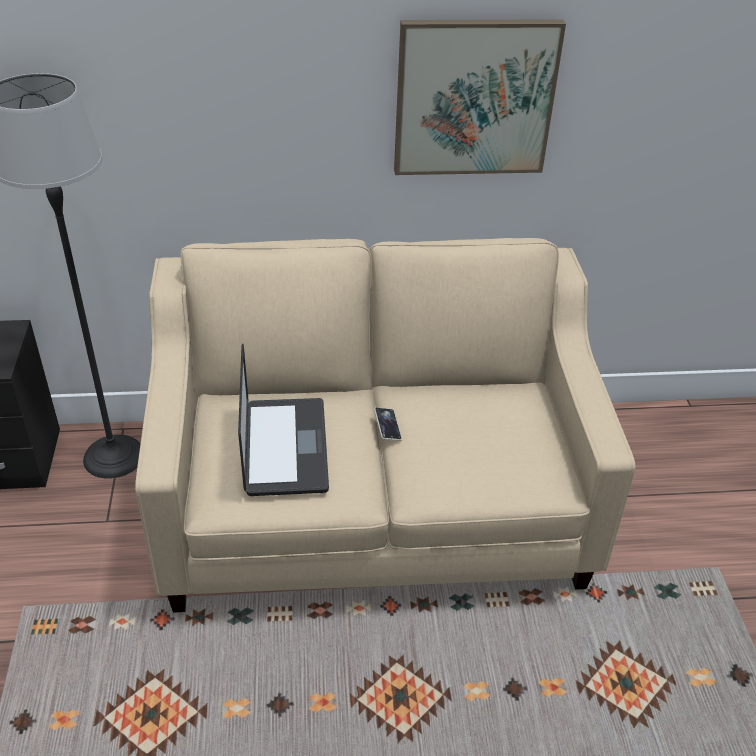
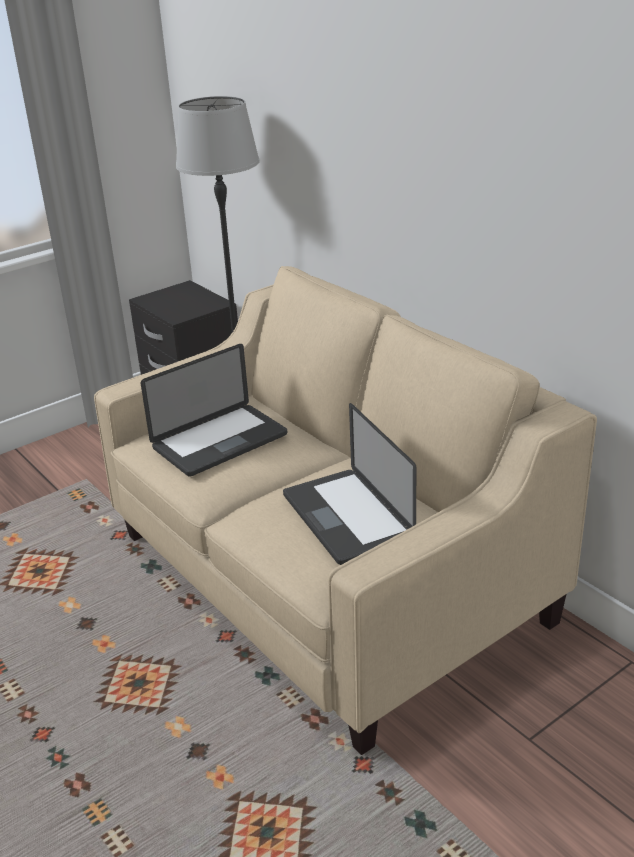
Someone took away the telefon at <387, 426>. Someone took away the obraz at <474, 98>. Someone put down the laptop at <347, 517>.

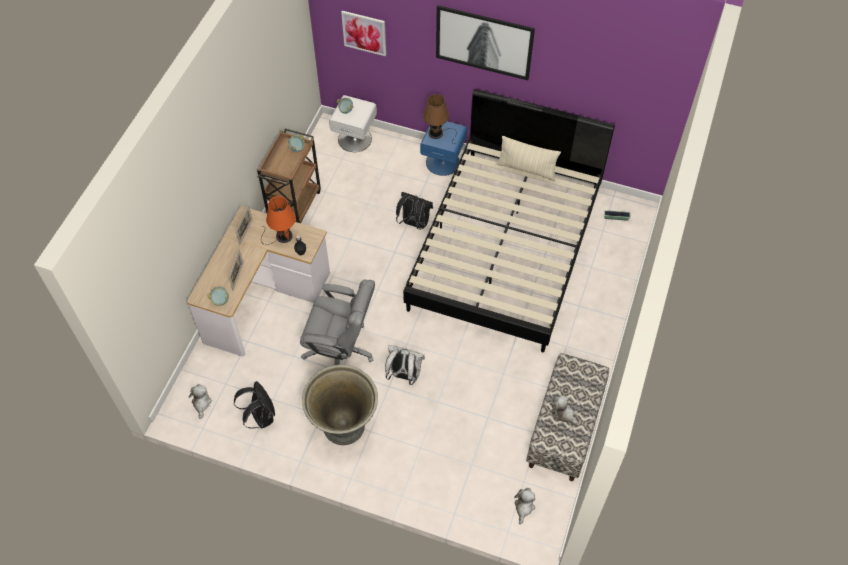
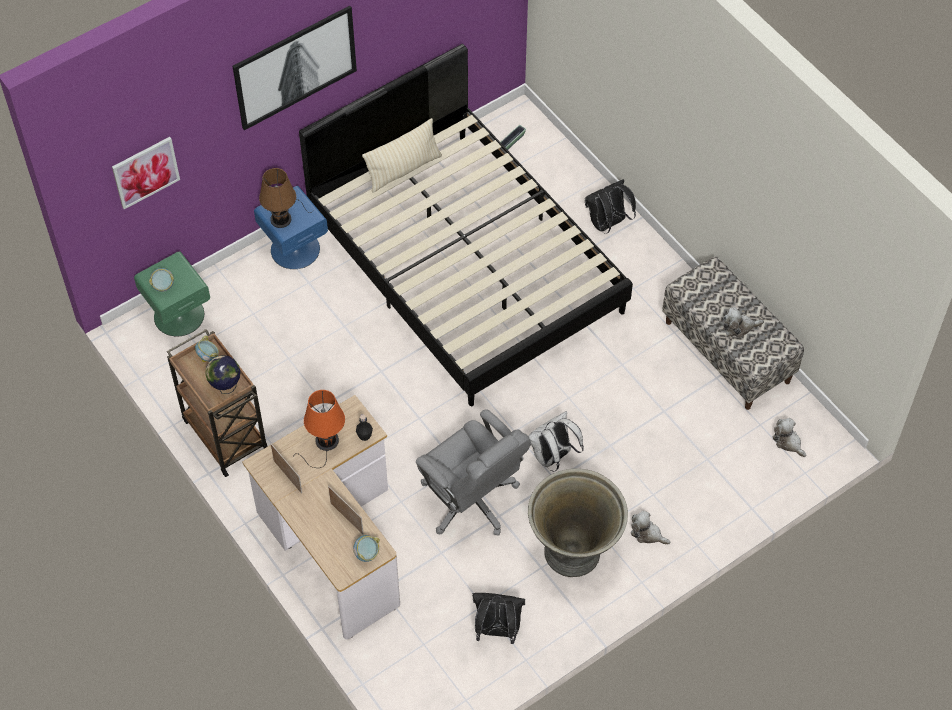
Someone put down the globus at <226, 387>. Someone carried the pluszak from <201, 403> to <647, 534>. Someone carried the plecak/czarny from <414, 223> to <607, 224>. Someone repainted the szafka nocna/biały at <355, 139>, which became the szafka nocna/zielony at <178, 315>. Someone rotated the krzesło biurowe/szary at <341, 350> by 90 degrees clockwise.

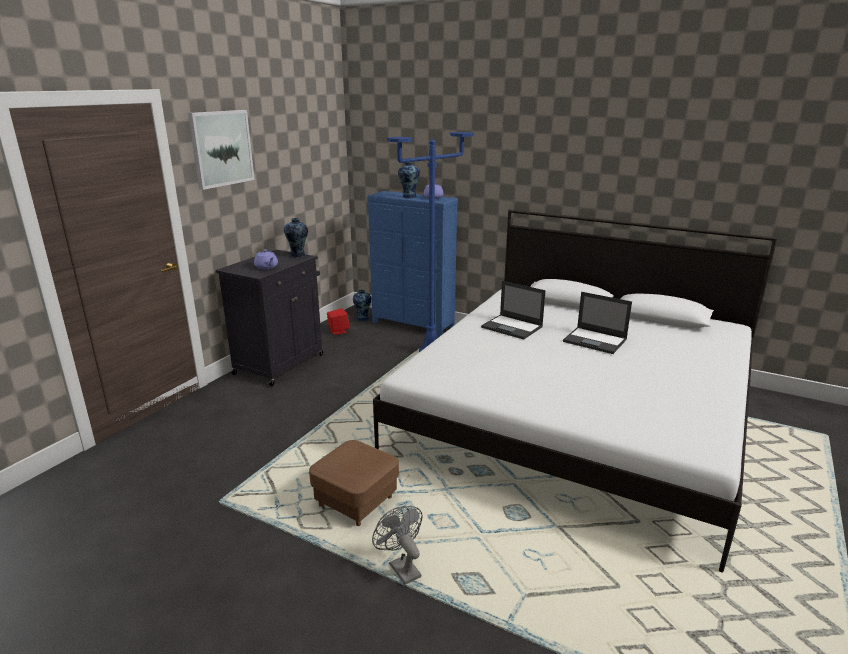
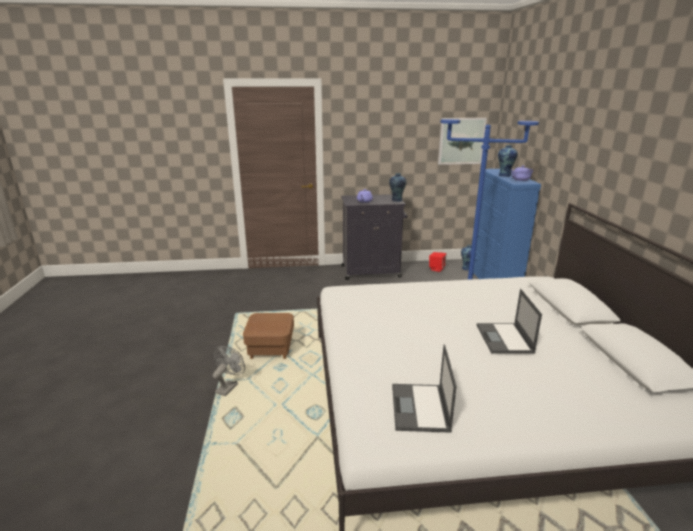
Someone carried the obraz from <221, 148> to <461, 141>. Someone carried the laptop from <512, 327> to <420, 408>.

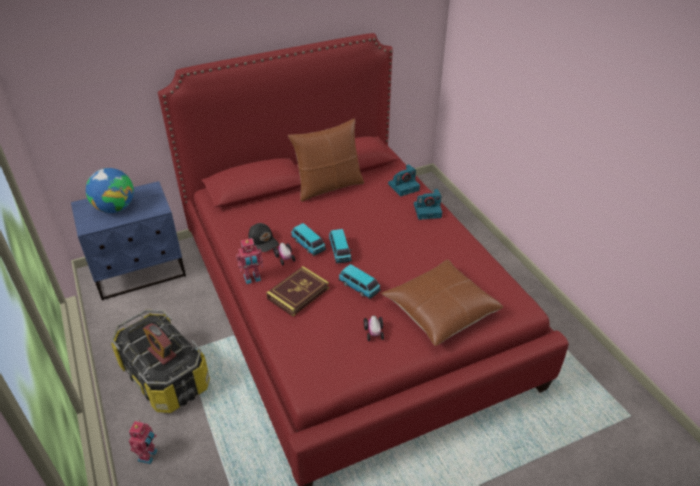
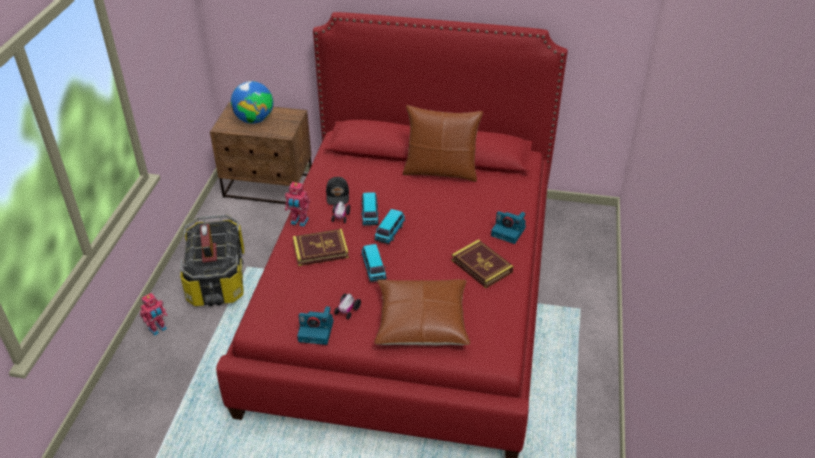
Someone put down the książka at <481, 266>. Someone carried the aparat fotograficzny from <404, 186> to <317, 331>. Someone repainted the szafka nocna/niebieski at <140, 272>, which became the szafka nocna/brązowy at <268, 187>.

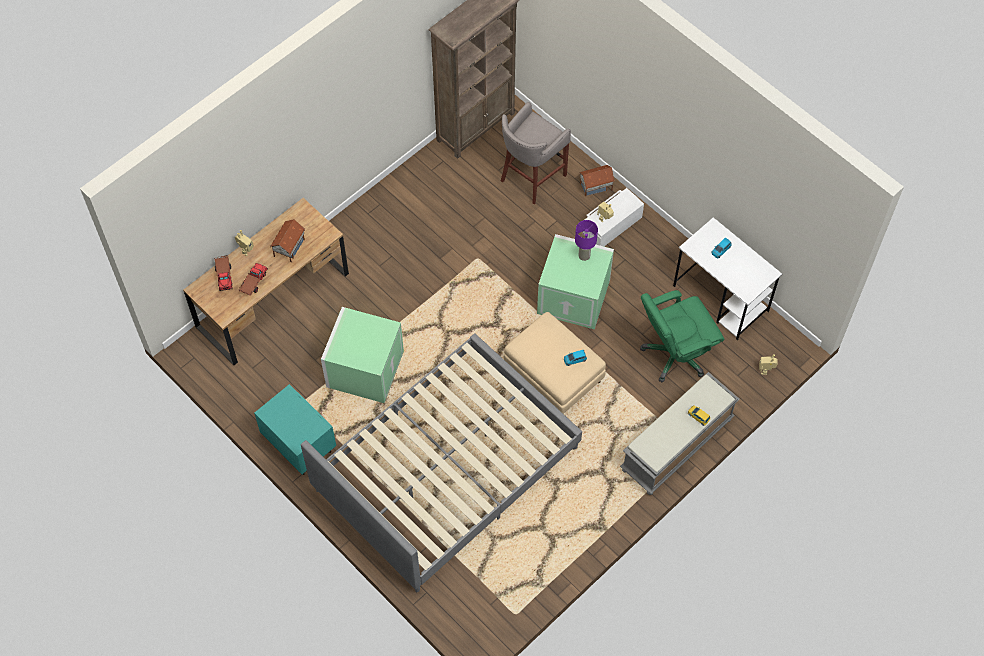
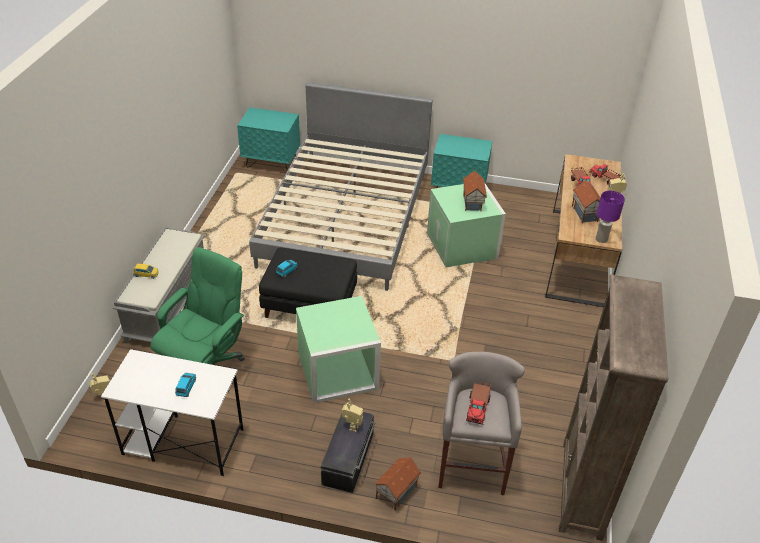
Someone put down the szafka nocna/turkusowy at <271, 162>. Someone put down the domek at <473, 202>. Someone put down the ciężarówka zabawkowa at <478, 406>. Someone carried the lampa stołowa/fioletowy from <584, 255> to <601, 239>. Someone repainted the pufa/beżowy at <552, 375>, which became the pufa/czarny at <311, 304>. Someone repainted the pojemnik do przechowywania/biały at <611, 225>, which became the pojemnik do przechowywania/czarny at <349, 458>.

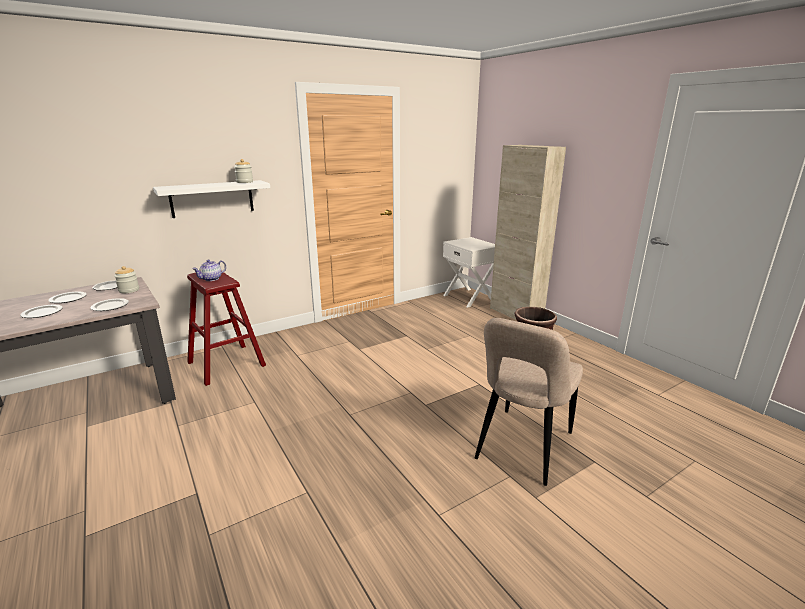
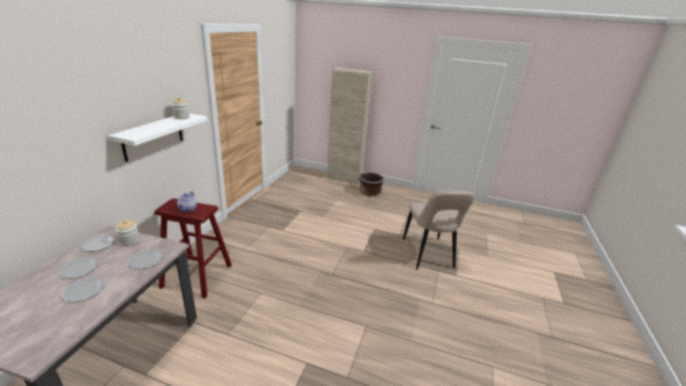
Someone took away the szafka nocna/biały at <469, 297>.

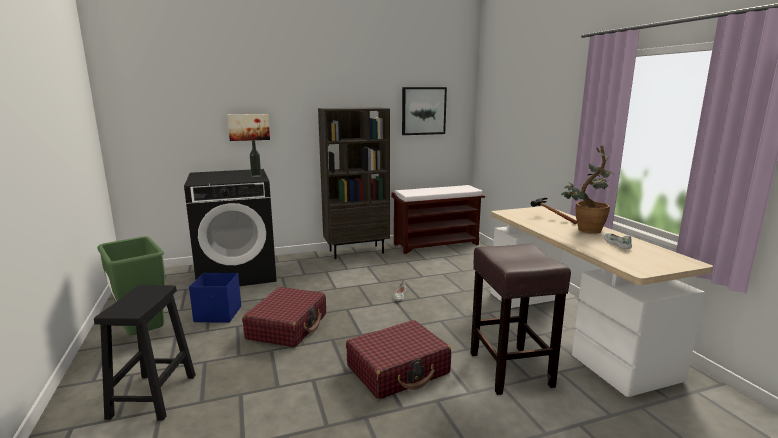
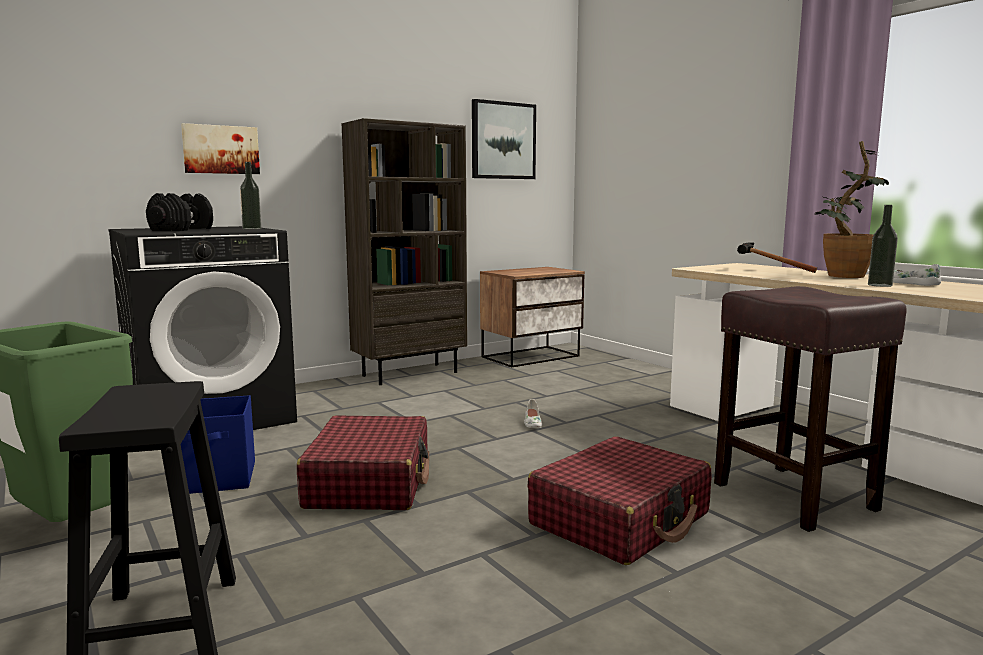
Someone put down the hantel/czarny at <182, 229>. Someone put down the butelka at <880, 285>. Someone swapped the ławka/brązowy at <436, 244> for the szafka nocna at <532, 356>.

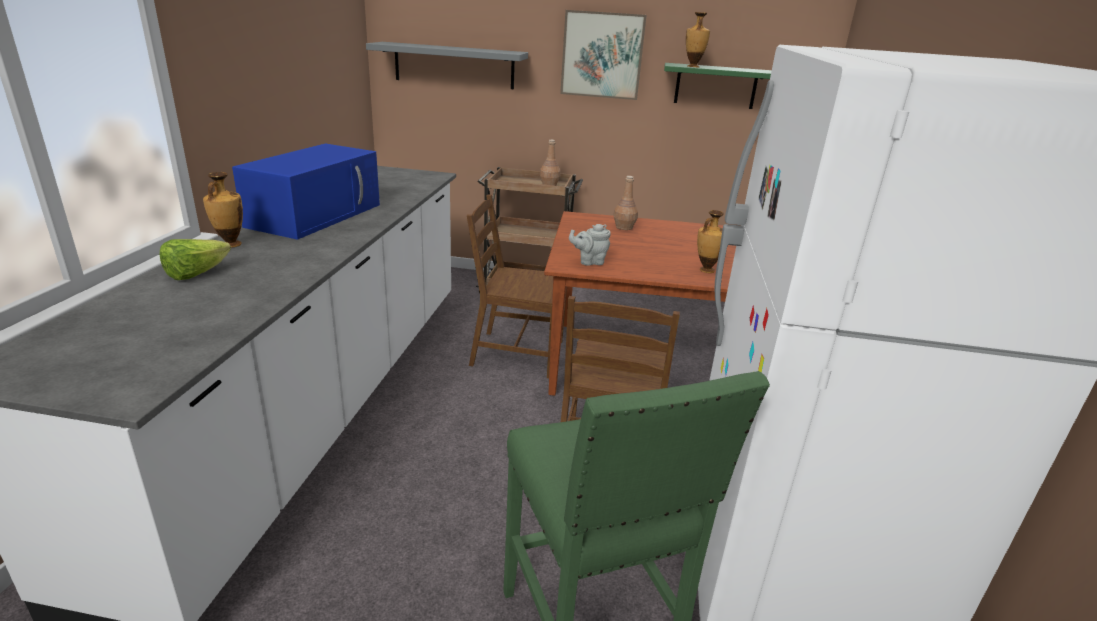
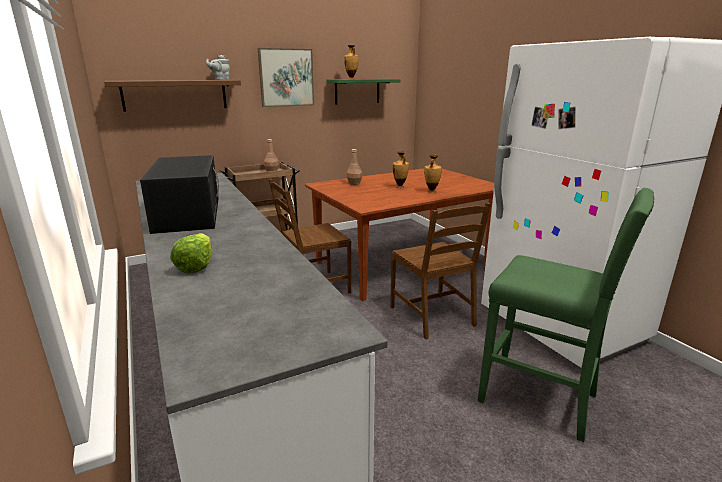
Someone carried the wazon from <230, 244> to <400, 187>. Someone carried the imbryk/szary from <589, 262> to <220, 79>. Someone repainted the mikrofalówka/niebieski at <316, 214>, which became the mikrofalówka/czarny at <188, 213>. Someone repainted the półka/szary at <454, 65>, which became the półka/brązowy at <175, 95>.

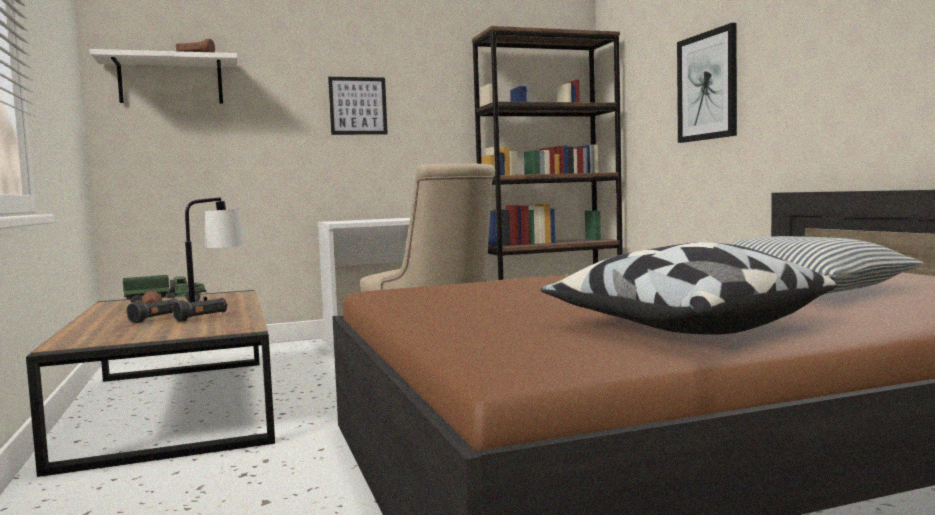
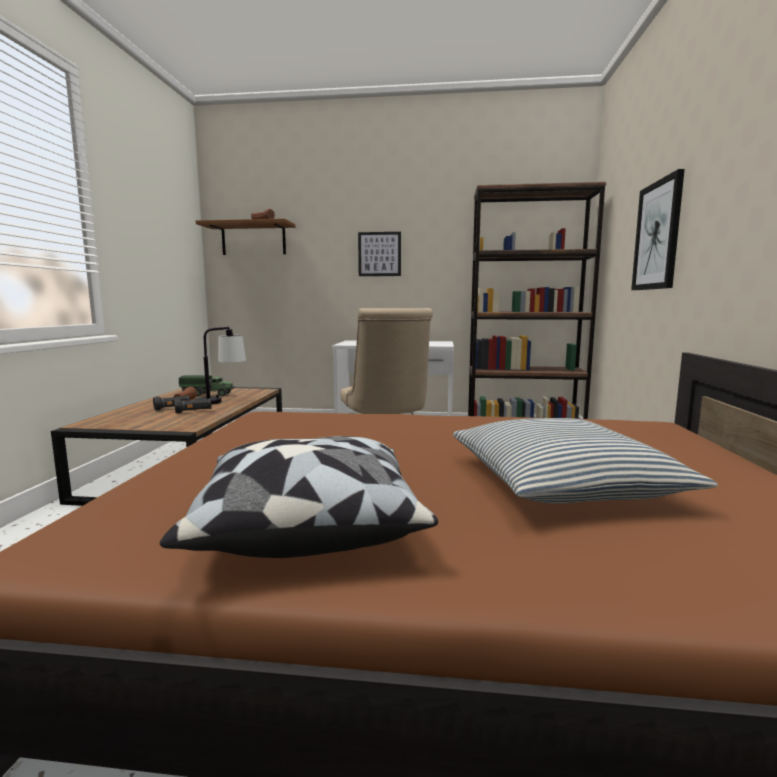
Someone repainted the półka/biały at <171, 81>, which became the półka/brązowy at <253, 239>.

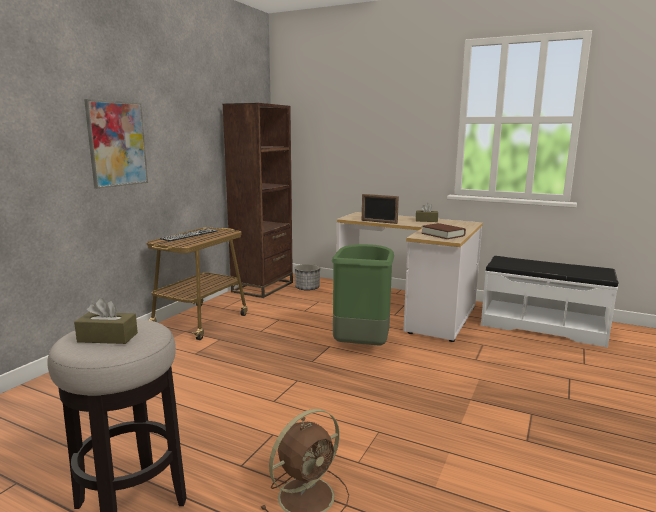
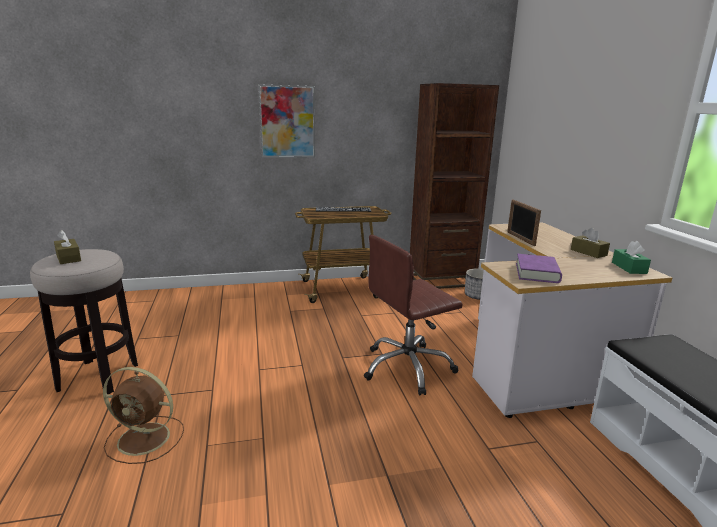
Someone put down the pudełko chusteczek/zielony at <629, 268>. Someone swapped the kosz na śmieci/zielony at <361, 345> for the krzesło biurowe/brązowy at <407, 368>. Someone repainted the książka/brązowy at <443, 234>, which became the książka/fioletowy at <537, 273>.

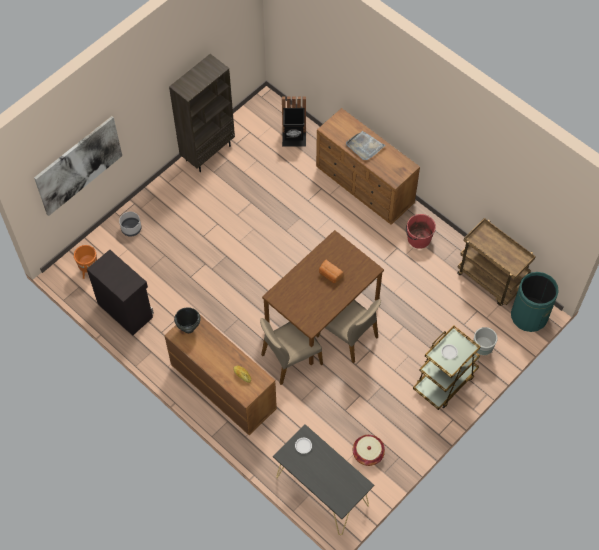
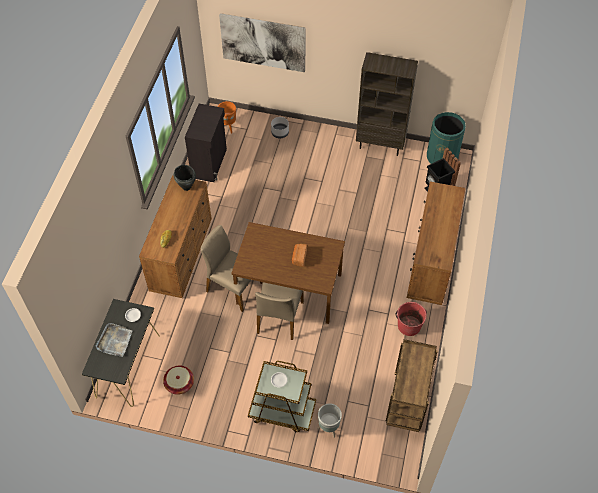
Someone carried the taca/szary from <364, 146> to <114, 341>. Someone carried the kosz na śmieci/zielony from <529, 316> to <442, 157>.

